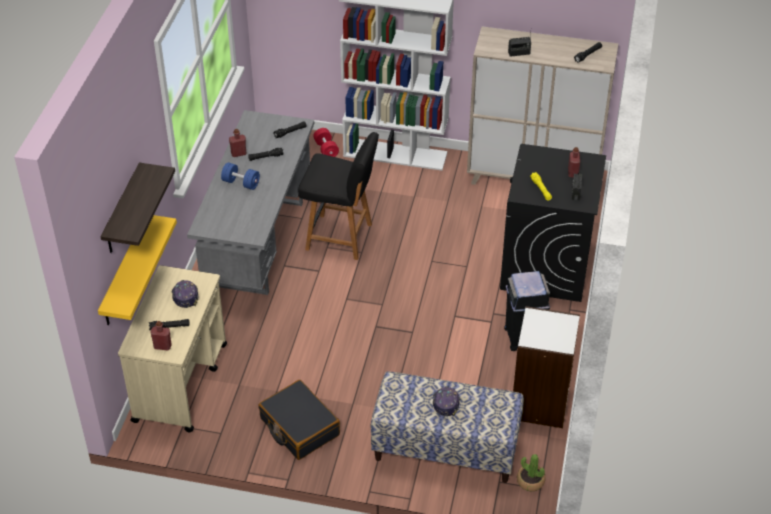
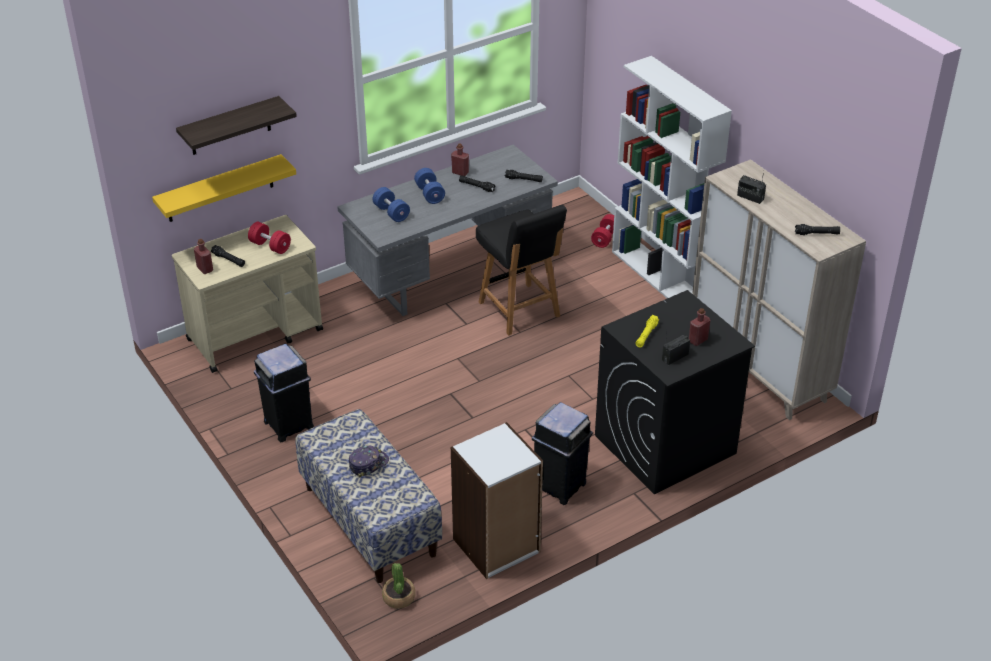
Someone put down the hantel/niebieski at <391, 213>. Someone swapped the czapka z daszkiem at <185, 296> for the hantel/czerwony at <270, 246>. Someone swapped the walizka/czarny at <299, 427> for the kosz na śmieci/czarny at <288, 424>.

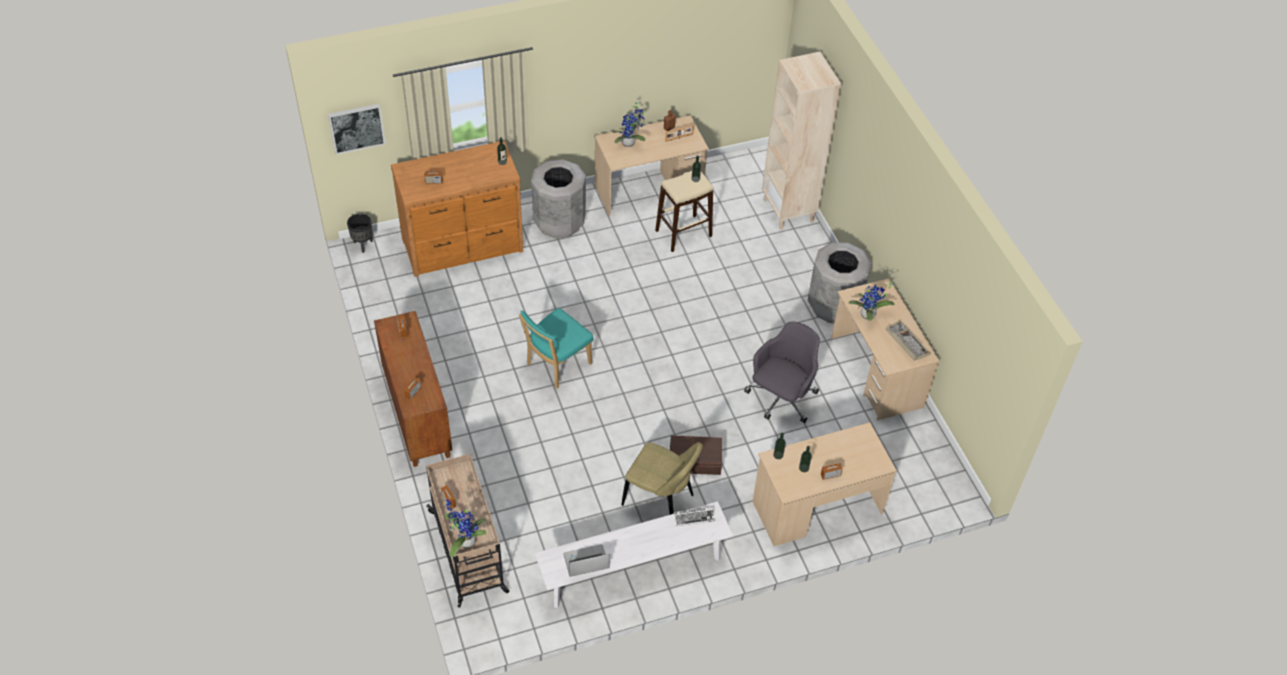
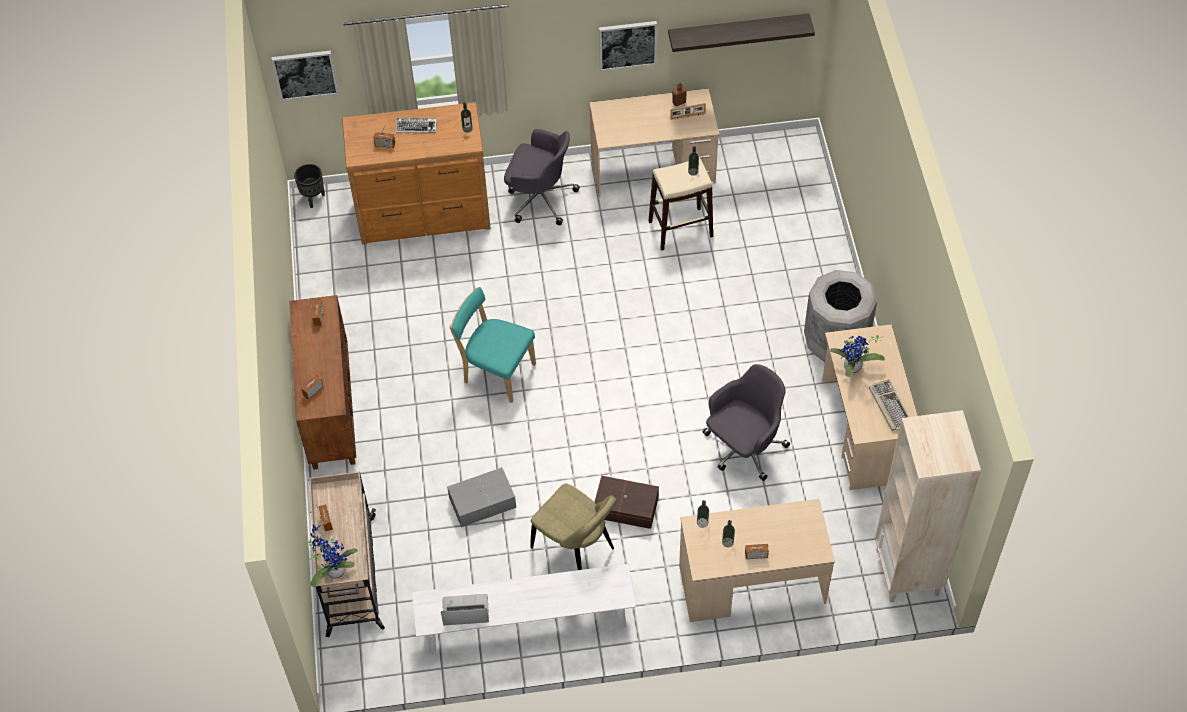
Someone took away the roślina doniczkowa at <630, 143>. Someone put down the pojemnik do przechowywania/szary at <481, 502>. Someone put up the obraz at <627, 44>. Someone put up the półka at <738, 31>. Someone carried the klawiatura from <694, 517> to <416, 127>. Someone carried the regał/beżowy from <788, 210> to <908, 572>. Someone swapped the kosz na śmieci/szary at <559, 222> for the krzesło biurowe/szary at <540, 198>. Someone rotated the krzesło/turkusowy at <556, 365> by 60 degrees clockwise.

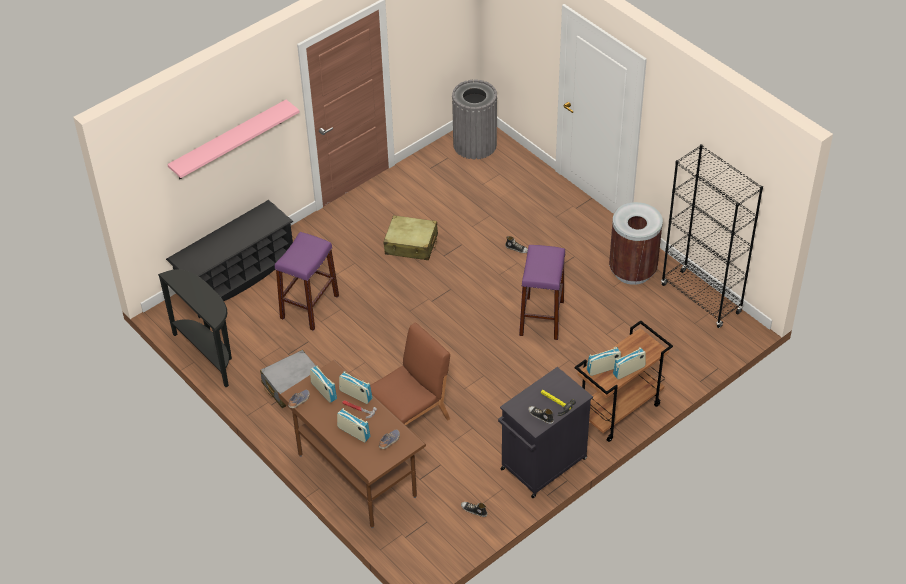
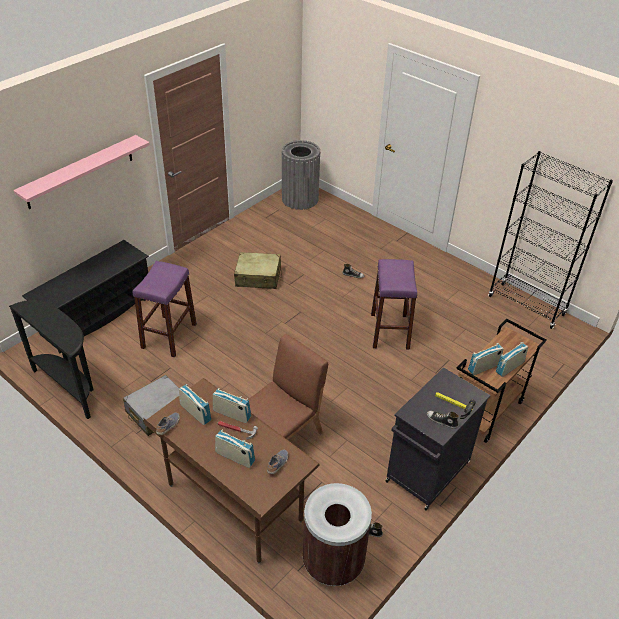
Someone carried the kosz na śmieci/brązowy from <633, 270> to <333, 562>.

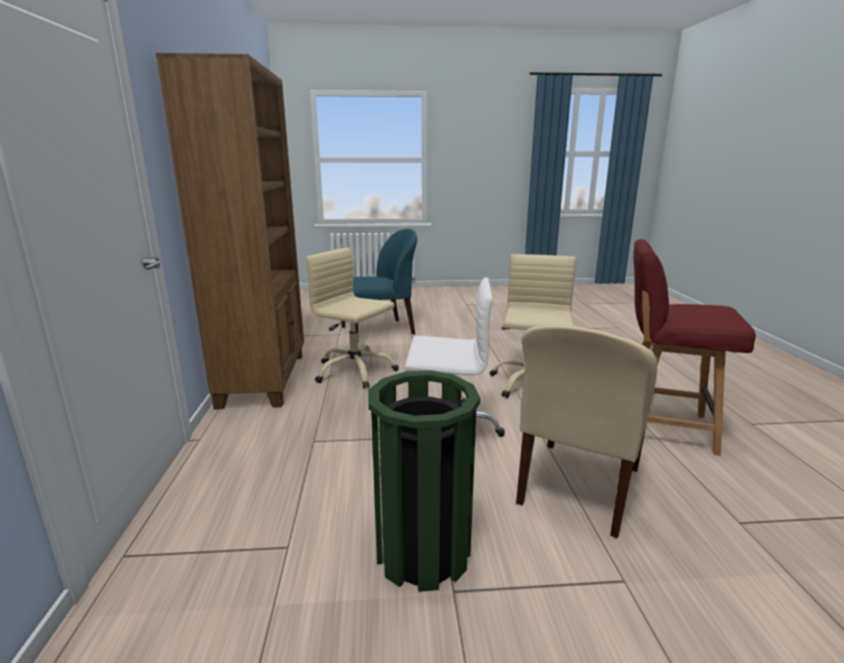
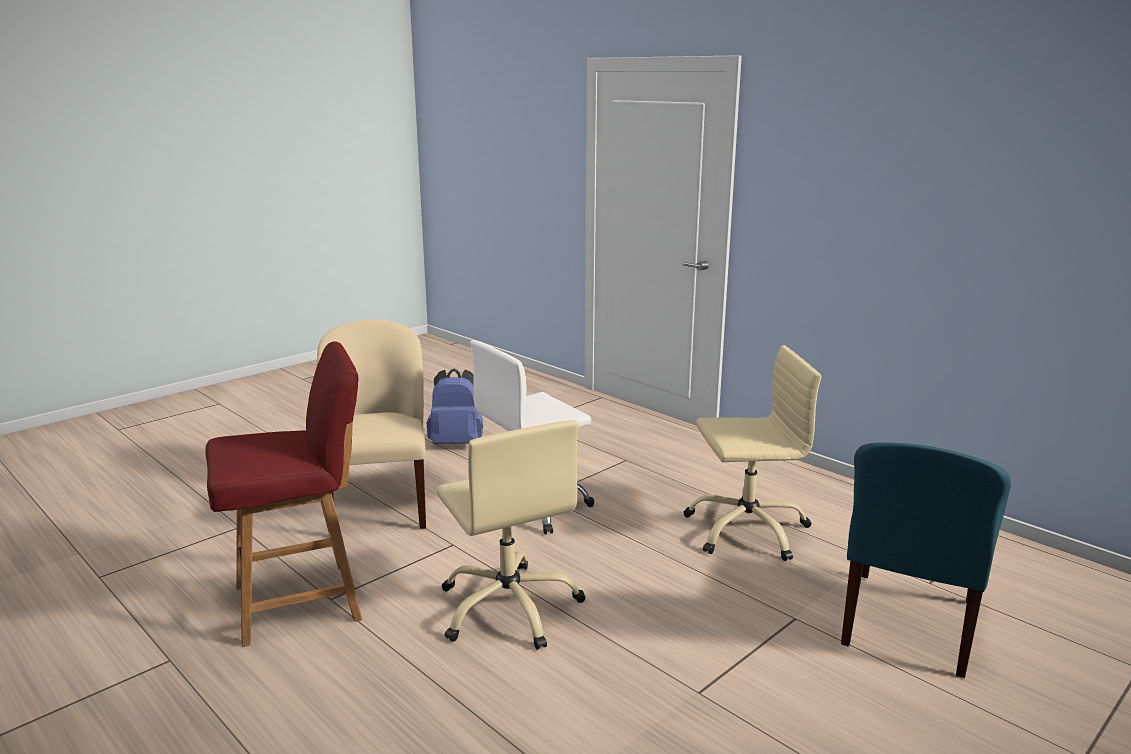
Someone took away the regał/brązowy at <265, 379>. Someone swapped the kosz na śmieci/zielony at <422, 553> for the plecak/niebieski at <457, 443>.

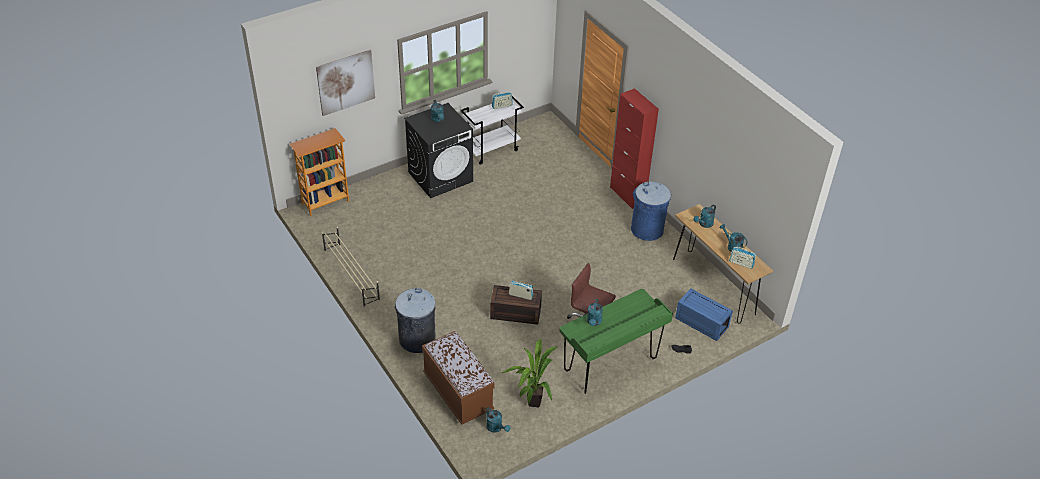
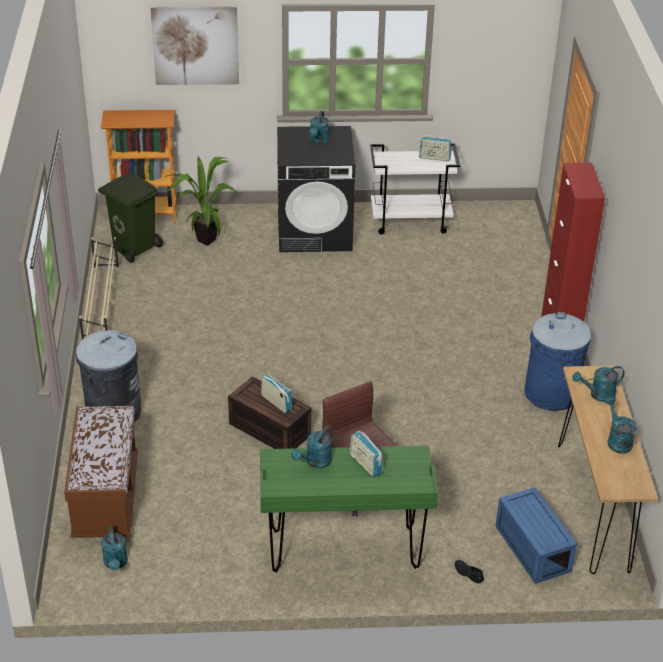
Someone put down the kosz na śmieci/zielony at <135, 247>. Someone carried the roślina doniczkowa from <531, 402> to <203, 239>. Someone carried the radio from <741, 263> to <365, 464>.

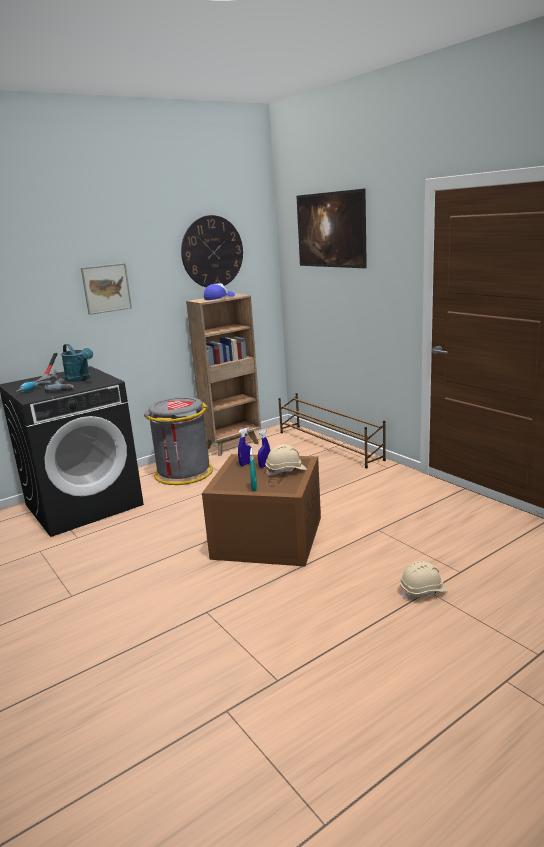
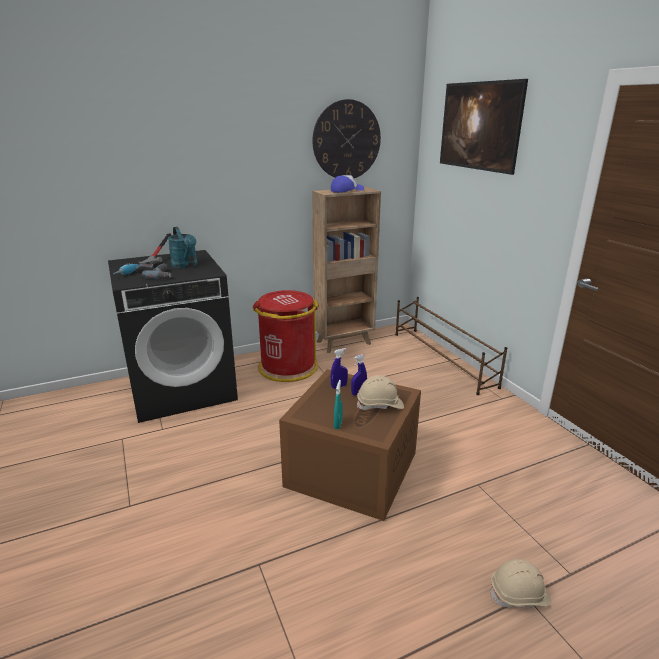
Someone took away the obraz at <106, 288>. Someone repainted the kosz na śmieci/szary at <183, 473>, which became the kosz na śmieci/czerwony at <287, 367>.

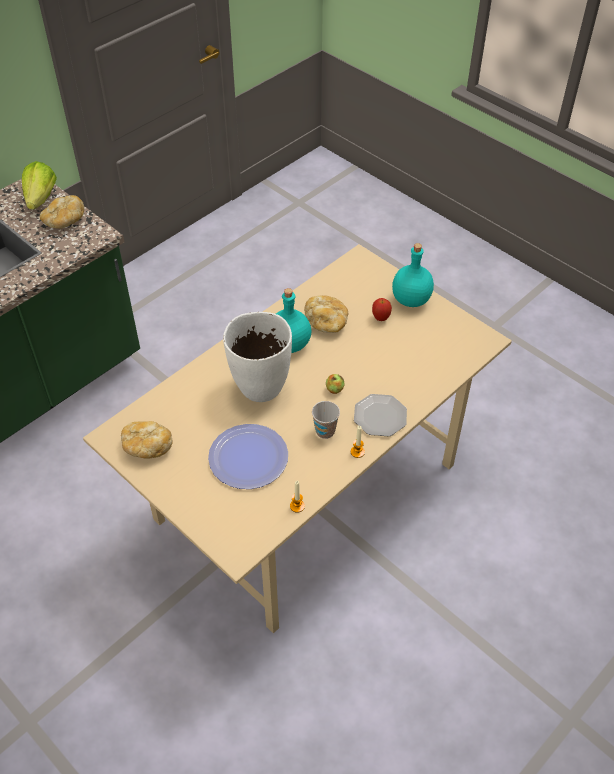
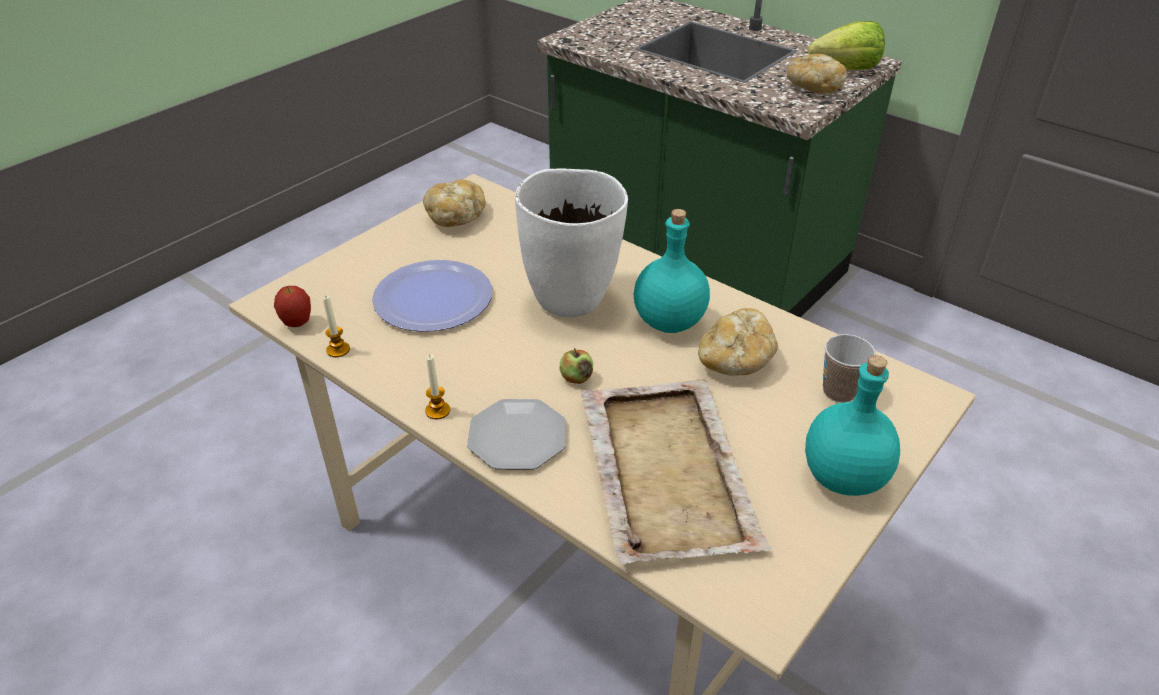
Someone put down the taca/beżowy at <666, 469>. Someone carried the filiżanka from <325, 431> to <839, 392>. Someone carried the jabłko from <381, 318> to <297, 323>.

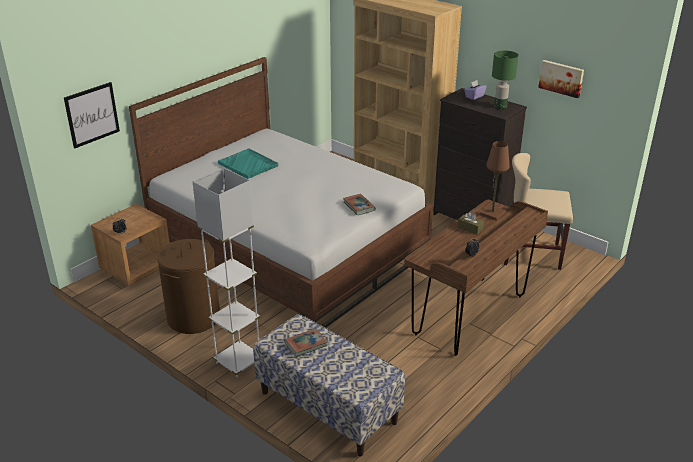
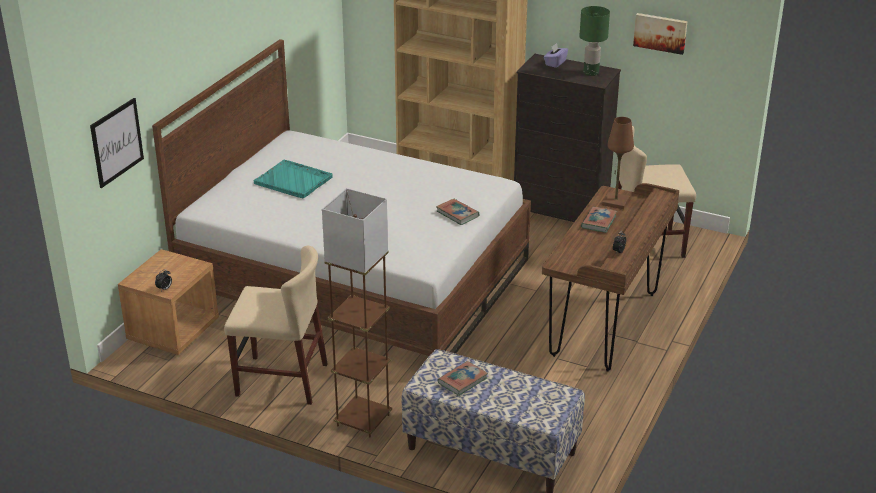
Someone swapped the kosz na pranie/brązowy at <194, 318> for the krzesło/beżowy at <281, 380>. Someone swapped the pudełko chusteczek/brązowy at <470, 228> for the książka at <598, 222>. Someone repainted the lampa stojąca/biały at <238, 362>, which became the lampa stojąca/brązowy at <363, 420>.

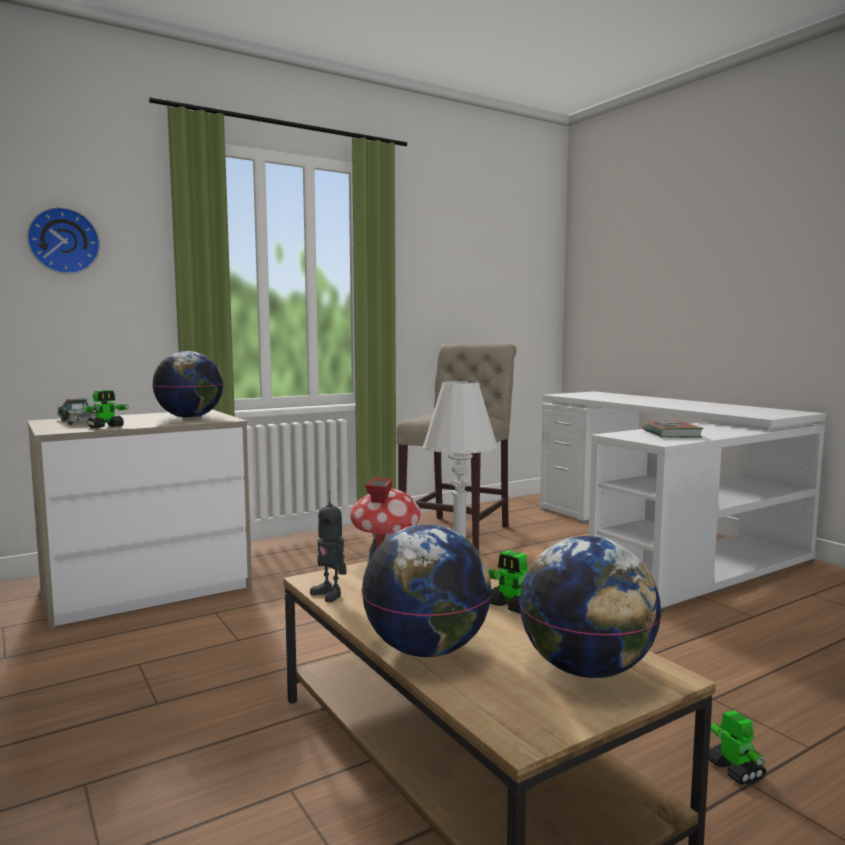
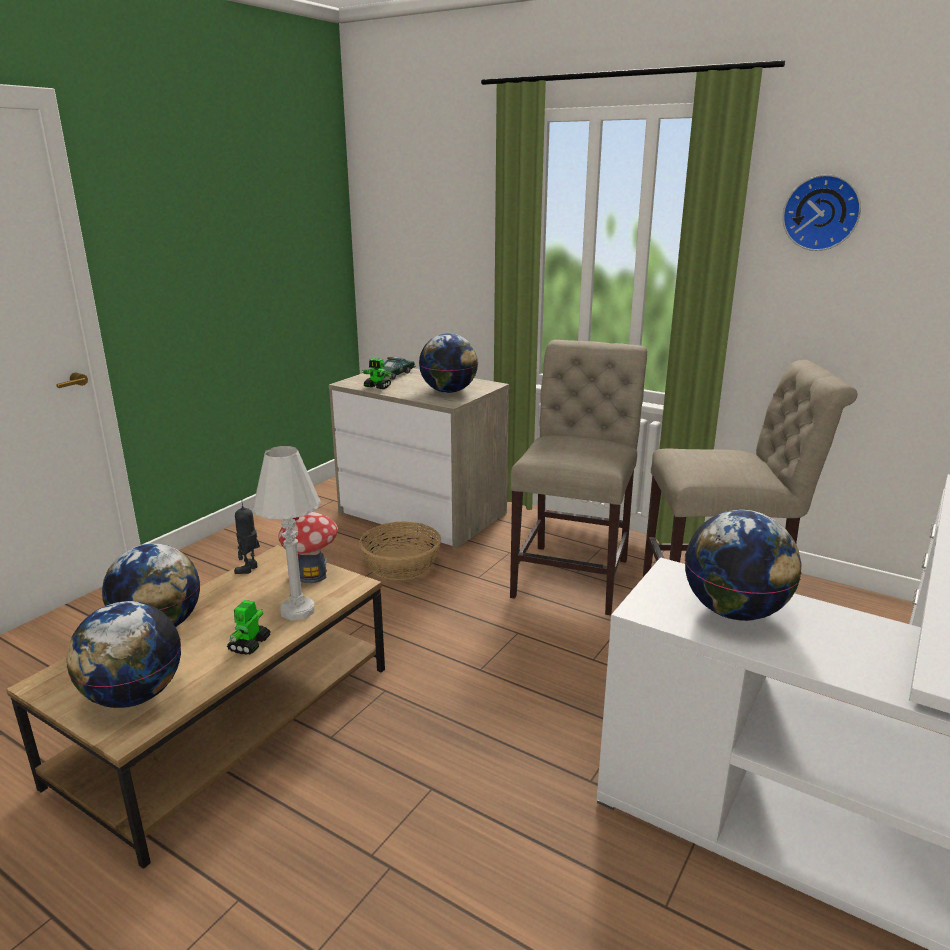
Someone took away the robot zabawkowy at <734, 770>. Someone put down the koszyk at <401, 565>. Someone put down the krzesło/beżowy at <574, 574>. Someone carried the zegar ścienny from <63, 241> to <821, 213>. Someone swapped the książka at <671, 434> for the globus at <734, 612>.

